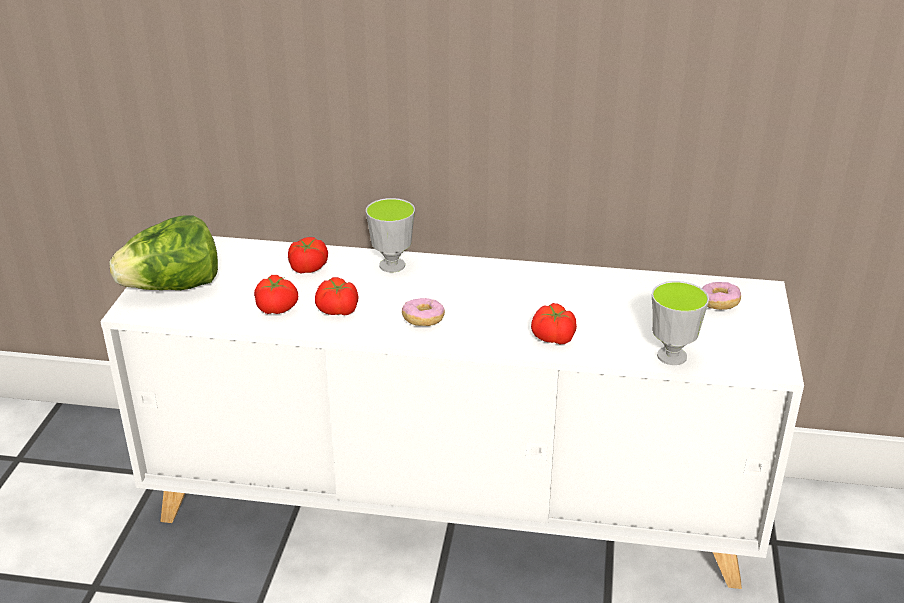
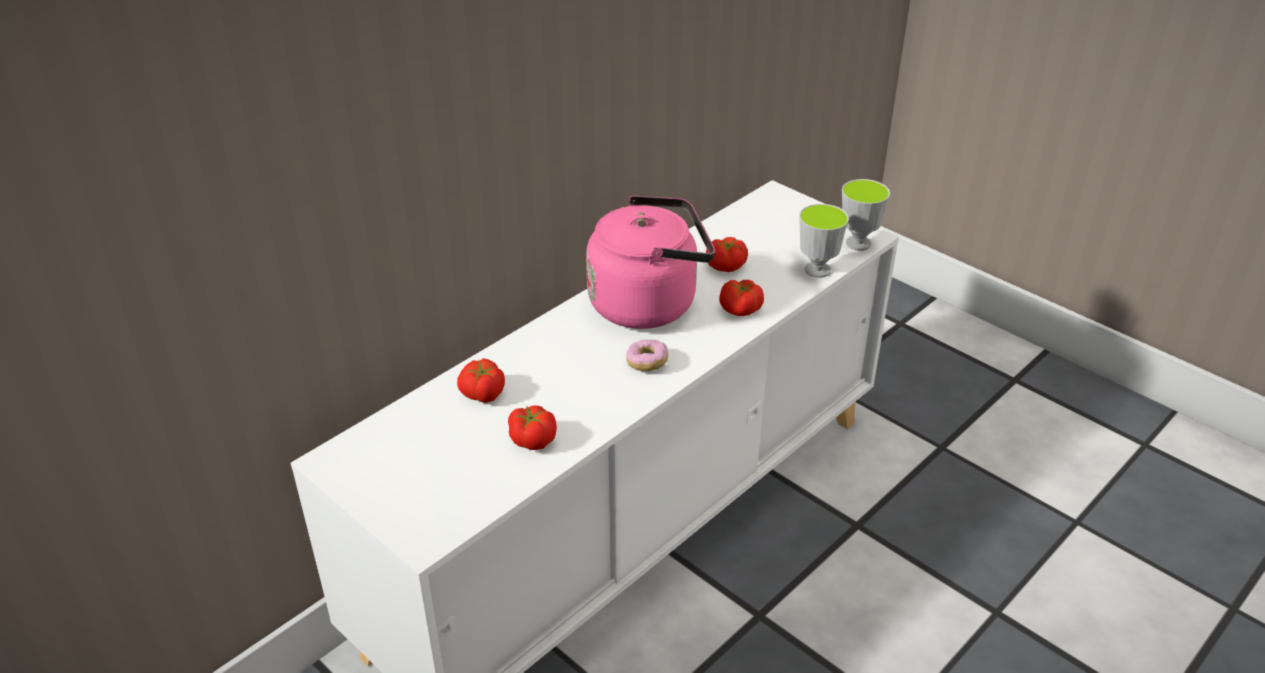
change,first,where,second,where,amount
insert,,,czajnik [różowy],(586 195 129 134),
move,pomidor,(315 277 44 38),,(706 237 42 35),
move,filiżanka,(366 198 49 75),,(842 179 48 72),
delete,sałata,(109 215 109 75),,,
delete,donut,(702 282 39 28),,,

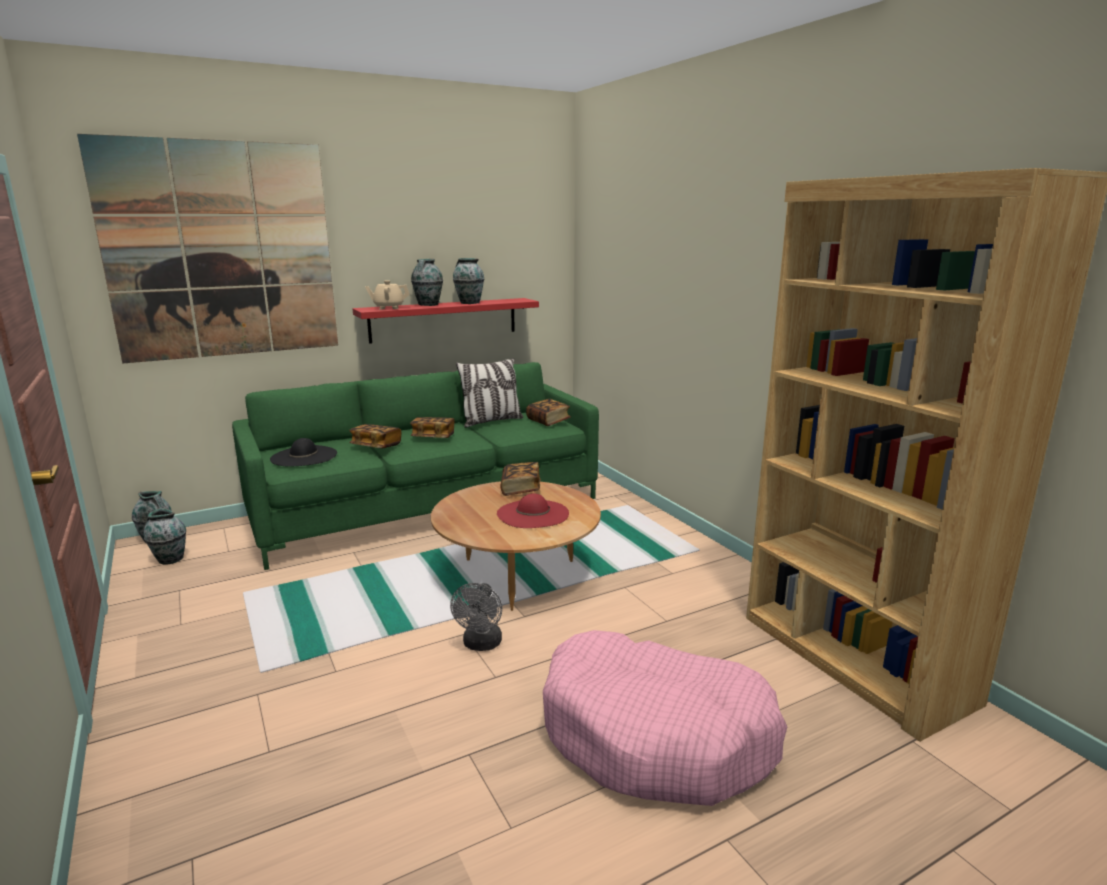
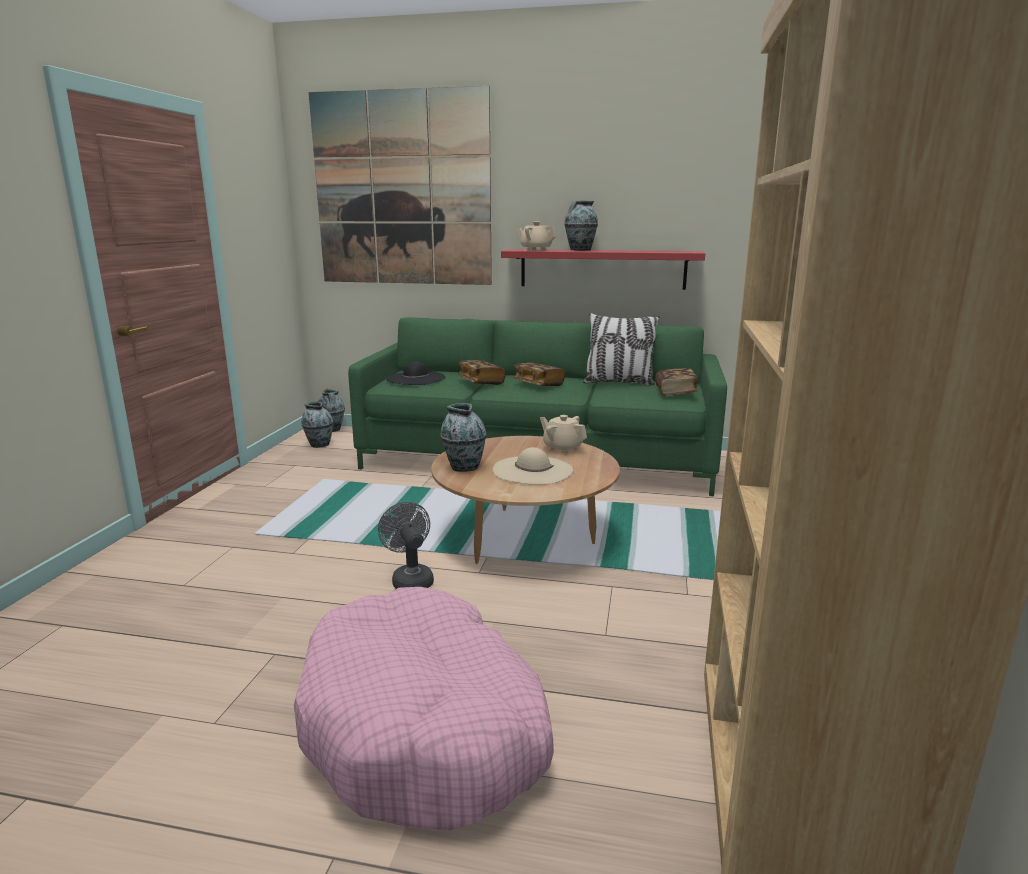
change,first,where,second,where,amount
rotate,wentylator [szary],(450 583 52 68),,(378 501 56 88),105 degrees clockwise
move,wazon,(453 258 31 46),,(440 403 47 69),
recolor,kapelusz [czerwony],(497 493 72 35),kapelusz [beżowy],(493 447 80 38),
replace,książka,(500 462 41 34),imbryk [beżowy],(540 415 47 39),

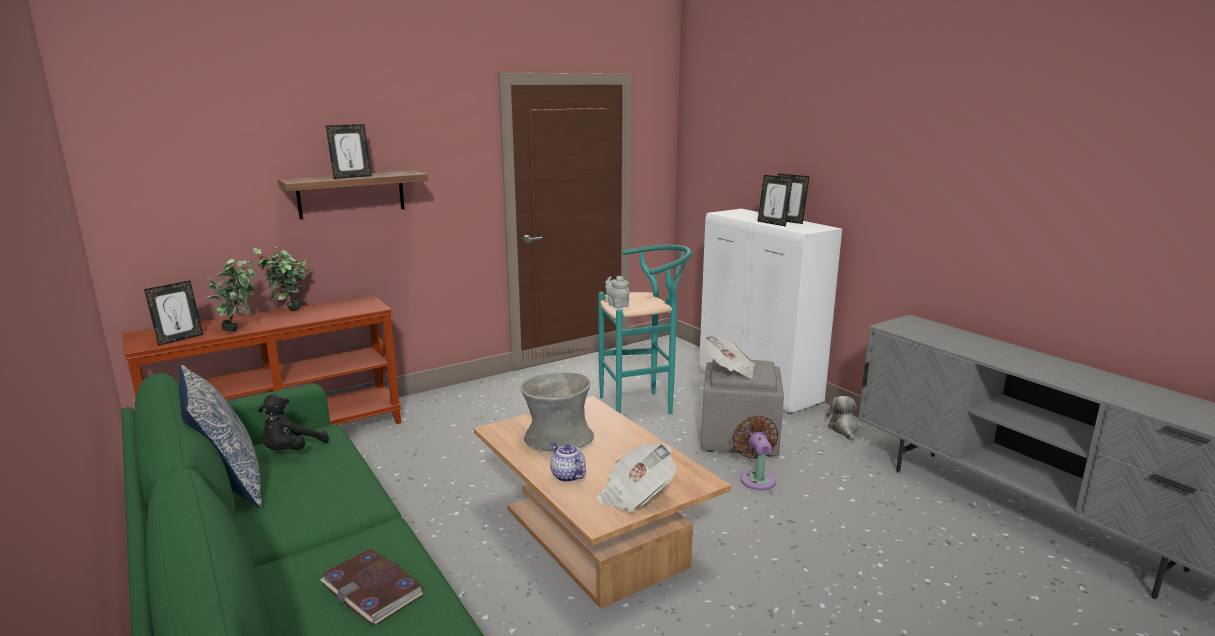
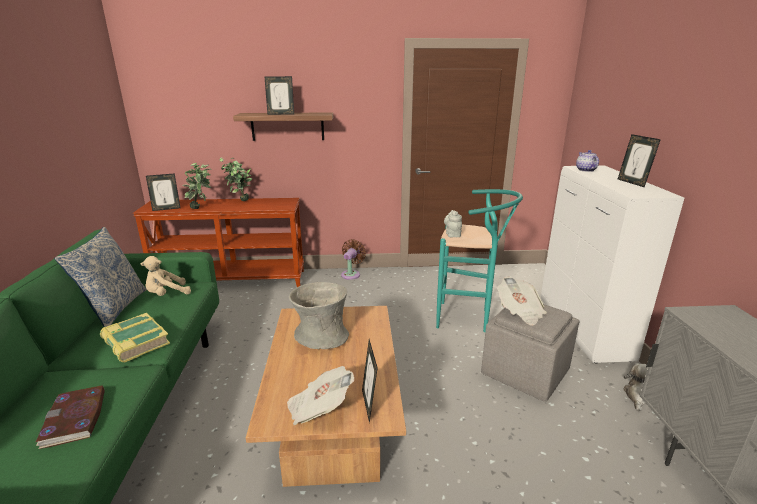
change,first,where,second,where,amount
insert,,,książka,(100 313 70 49),
recolor,pluszak [czarny],(258 394 71 56),pluszak [beżowy],(141 256 50 40),
move,wentylator [brązowy],(733 416 46 74),,(341 239 25 41),
move,ramka na zdjęcie,(757 175 36 51),,(362 340 16 83),
move,imbryk,(550 442 36 40),,(576 150 23 22),

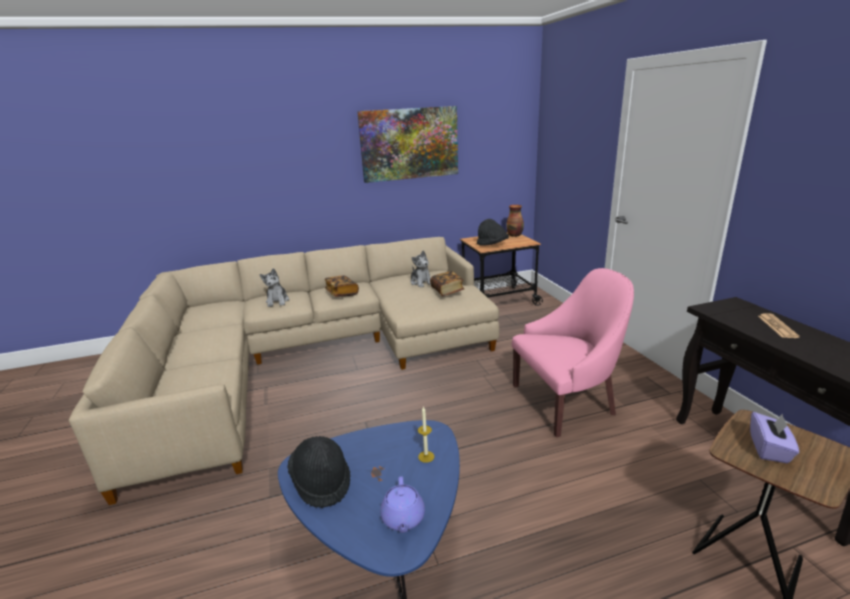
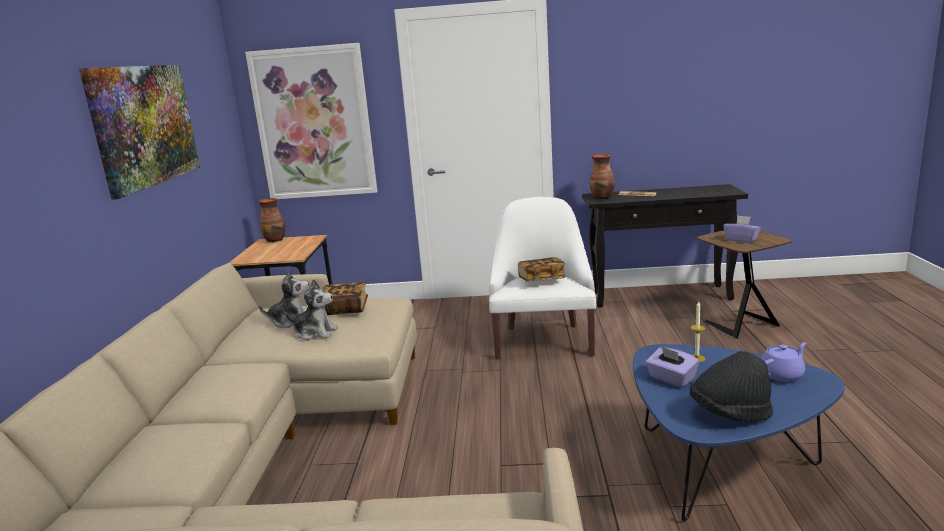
change,first,where,second,where,amount
insert,,,obraz,(245 43 133 156),
move,pluszak,(260 268 29 39),,(285 279 53 61),
recolor,fotel [różowy],(512 268 122 169),fotel [biały],(489 197 107 163),
move,książka,(325 276 34 21),,(518 257 47 24),
insert,,,wazon,(590 154 25 45),
insert,,,pudełko chusteczek [fioletowy],(646 346 53 42),
rotate,imbryk [fioletowy],(380 476 45 57),,(761 342 45 40),45 degrees counterclockwise
delete,kapelusz [czarny],(477 219 32 27),,,

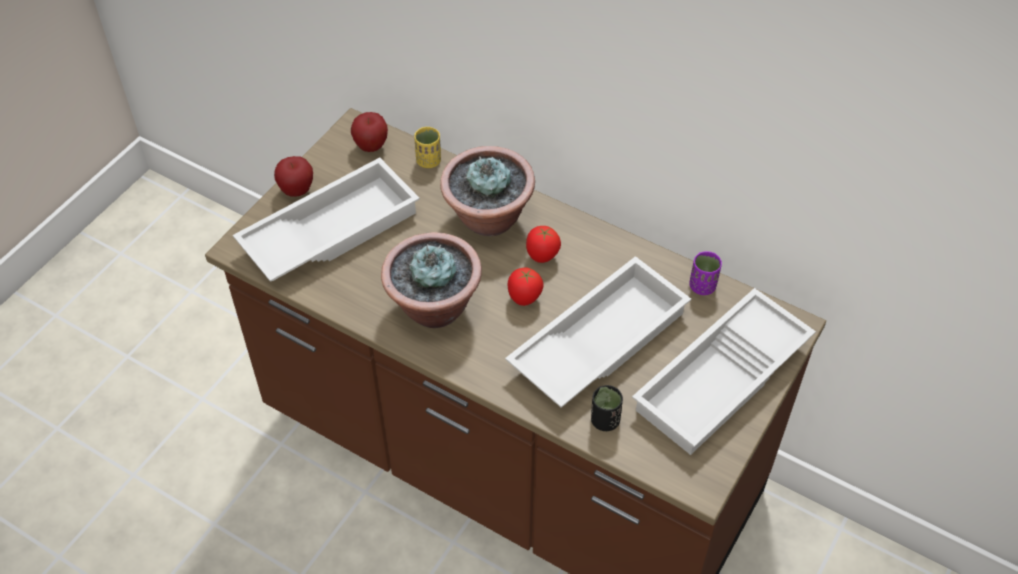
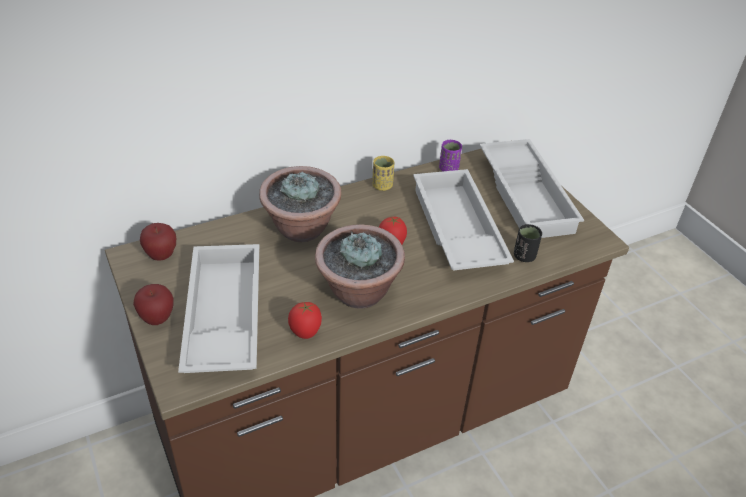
change,first,where,second,where,amount
move,pomidor,(526 226 35 37),,(288 302 34 37),
move,filiżanka [żółty],(414 127 27 41),,(372 156 22 35),

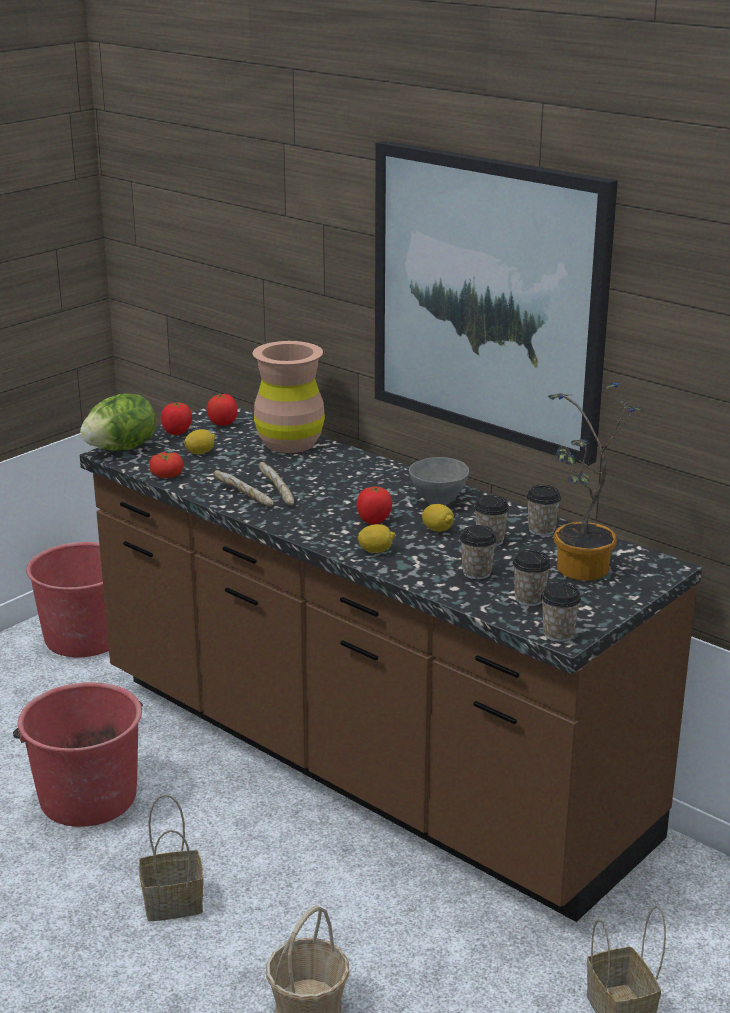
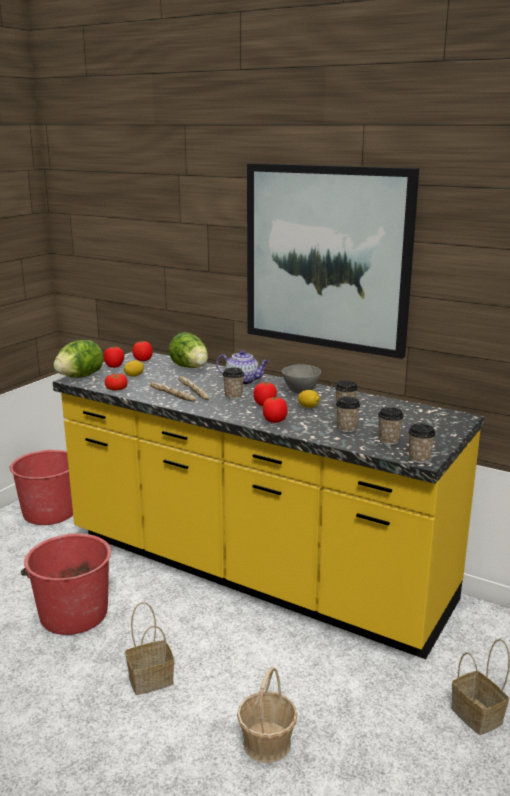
change,first,where,second,where,amount
recolor,zabudowa kuchenna [brązowy],(80 407 622 515),zabudowa kuchenna [żółty],(53 352 431 307),
replace,wazon [brązowy],(252 341 73 112),sałata,(169 332 39 36),
insert,,,imbryk,(216 350 53 35),
move,filiżanka,(526 485 35 51),,(223 368 21 31),
replace,cytryna,(358 524 37 29),pomidor,(263 396 24 27),
delete,roślina doniczkowa,(548 383 97 198),,,

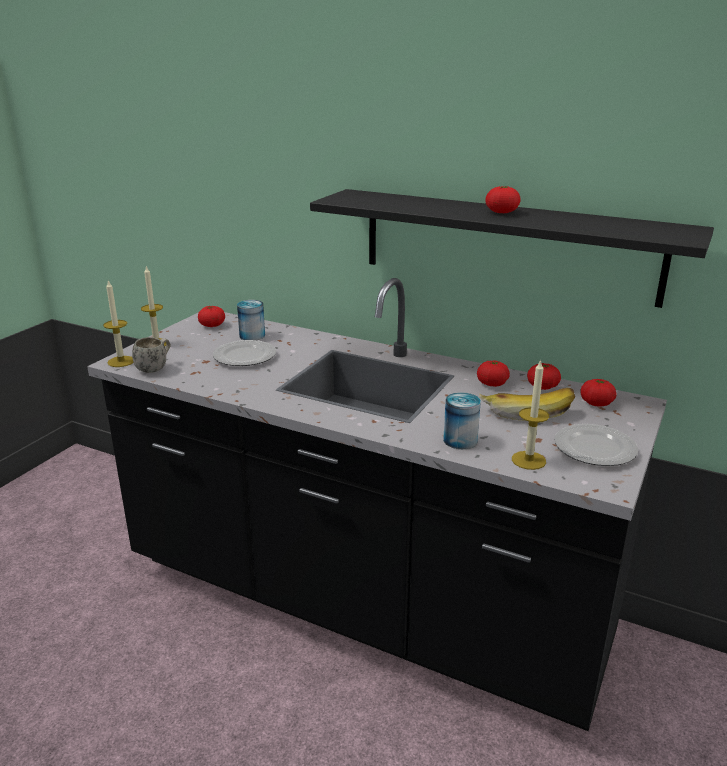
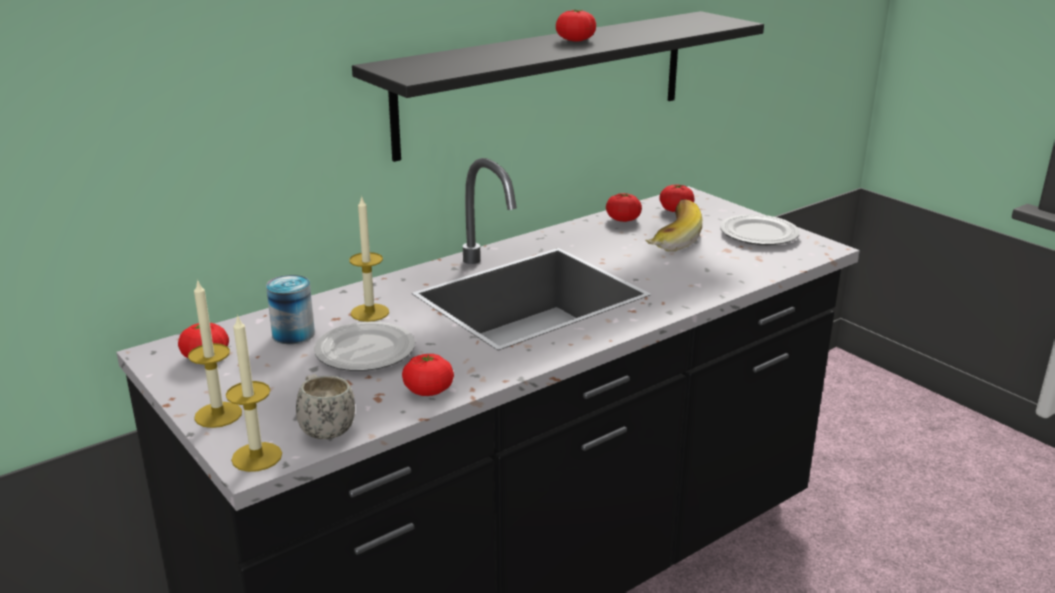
change,first,where,second,where,amount
move,świeca,(512 359 37 111),,(349 195 40 127),
move,pomidor,(477 360 33 27),,(402 354 52 42),
delete,puszka,(443 392 38 57),,,

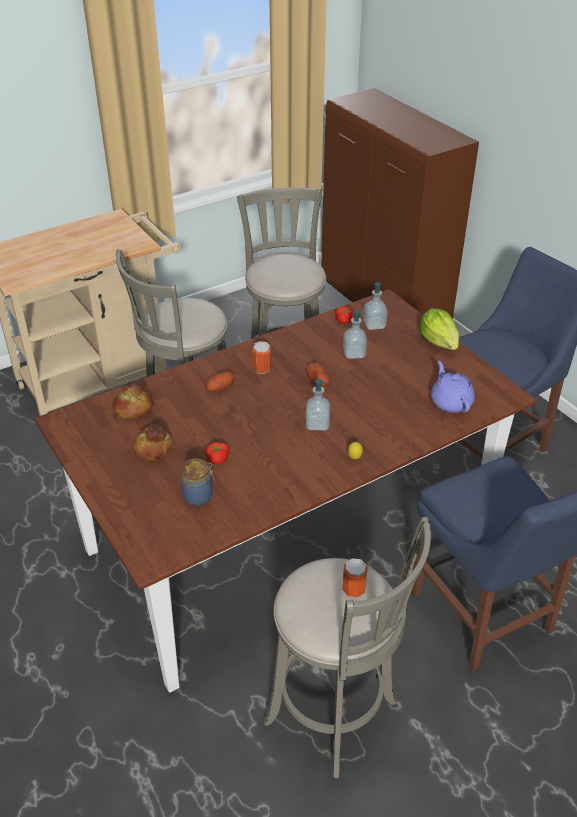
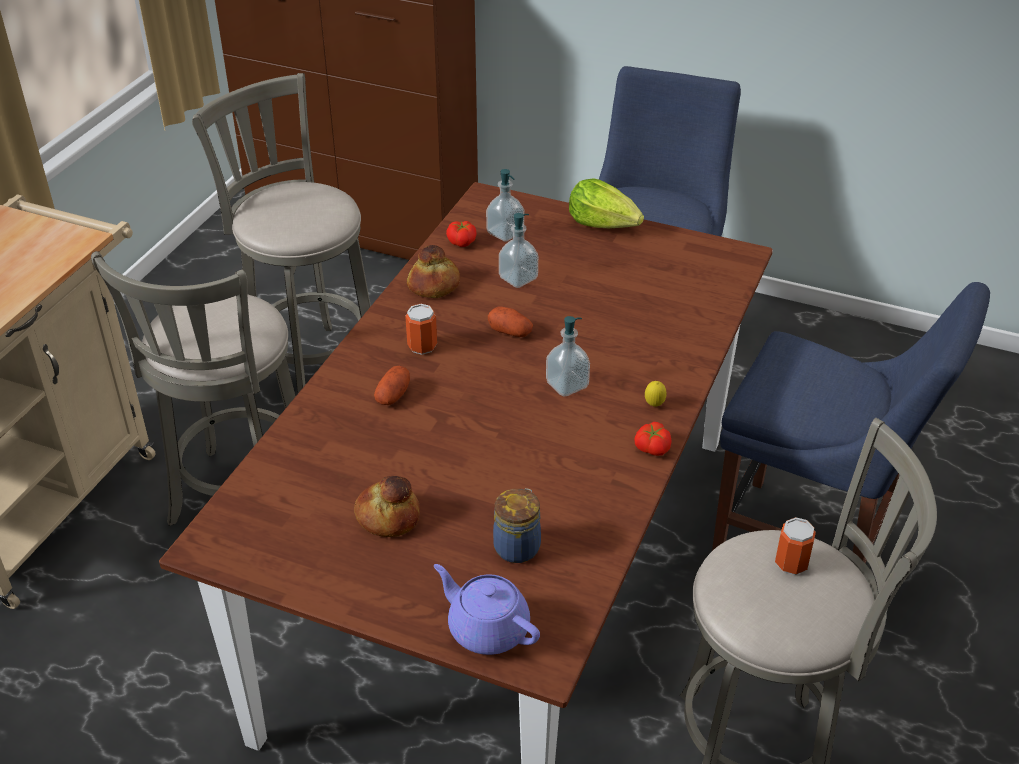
change,first,where,second,where,amount
move,chleb,(112 381 41 38),,(407 245 53 53),
move,imbryk [fioletowy],(431 361 44 52),,(434 564 106 91),
move,pomidor,(205 442 25 22),,(634 422 38 34),

